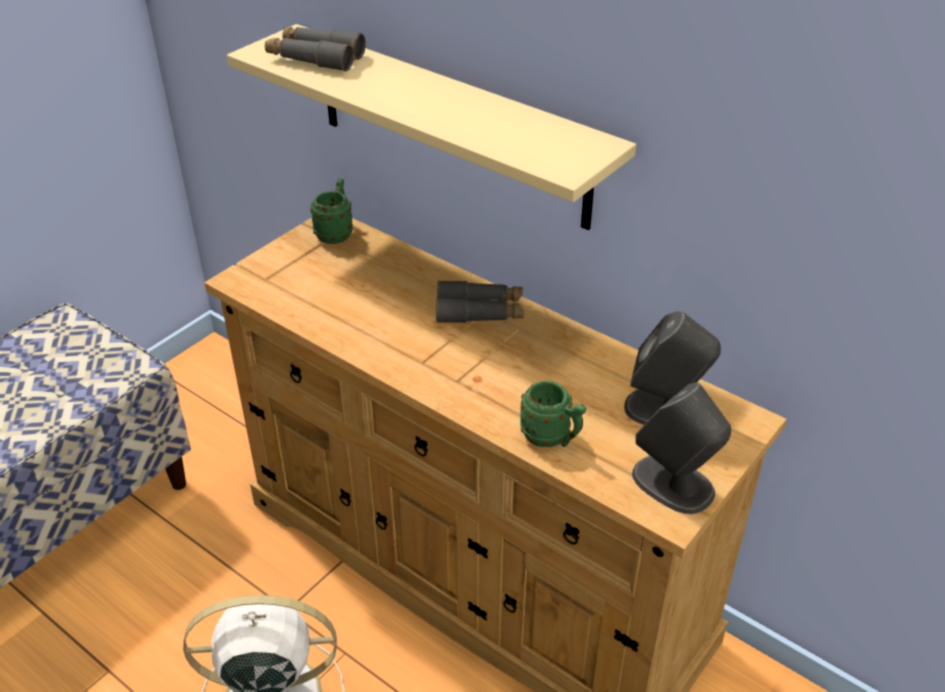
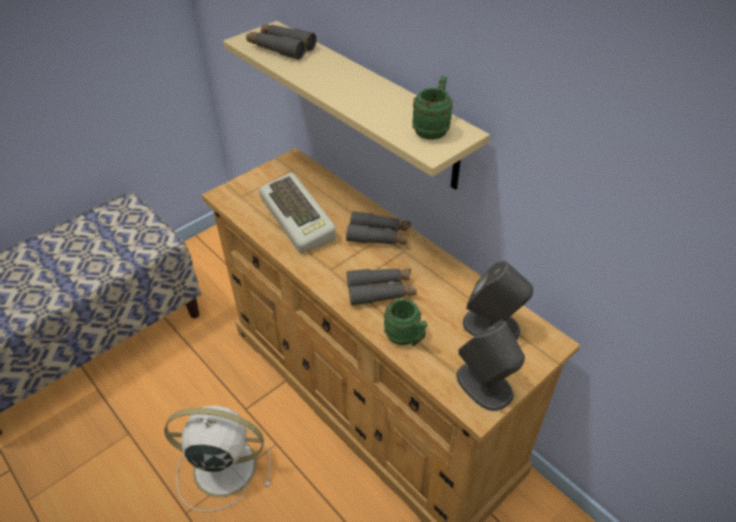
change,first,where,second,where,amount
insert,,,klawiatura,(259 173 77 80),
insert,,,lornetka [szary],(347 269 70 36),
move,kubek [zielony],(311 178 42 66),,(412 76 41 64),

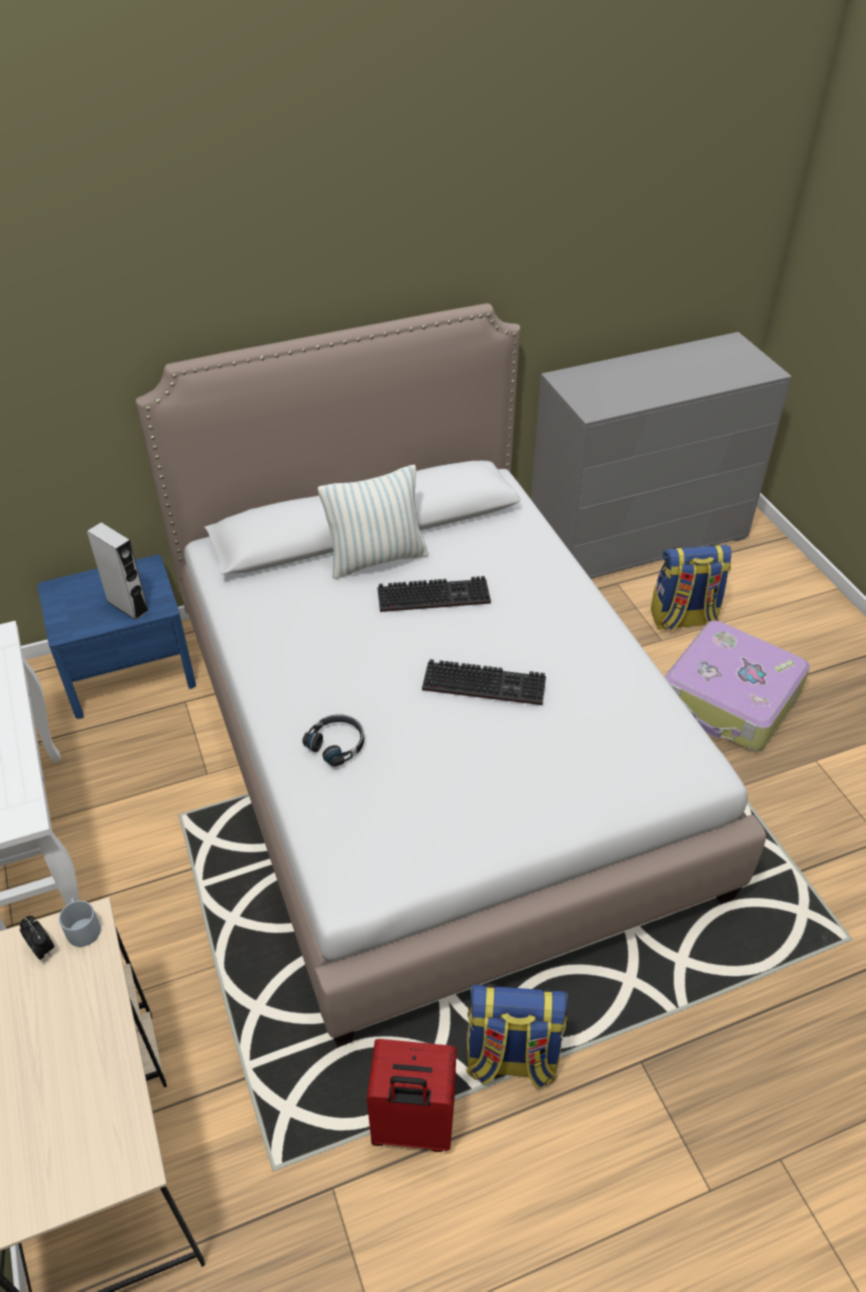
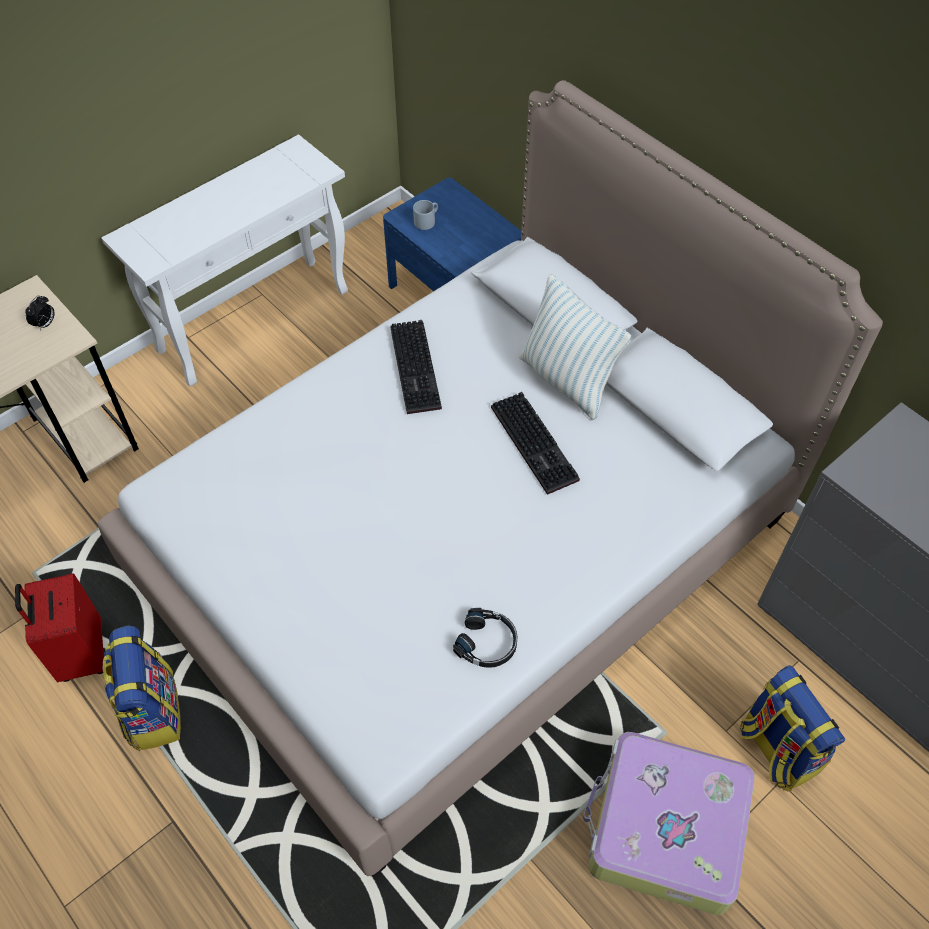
change,first,where,second,where,amount
move,klawiatura,(422 659 124 46),,(390 320 52 94),
move,kubek [szary],(59 897 42 50),,(413 200 25 30),
move,słuchawki [czarny],(302 714 62 53),,(453 608 64 60),
delete,głośnik [szary],(87 522 62 98),,,

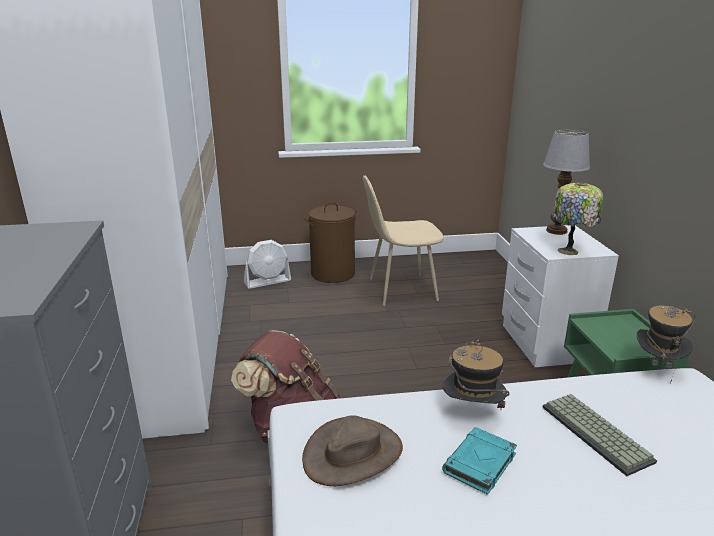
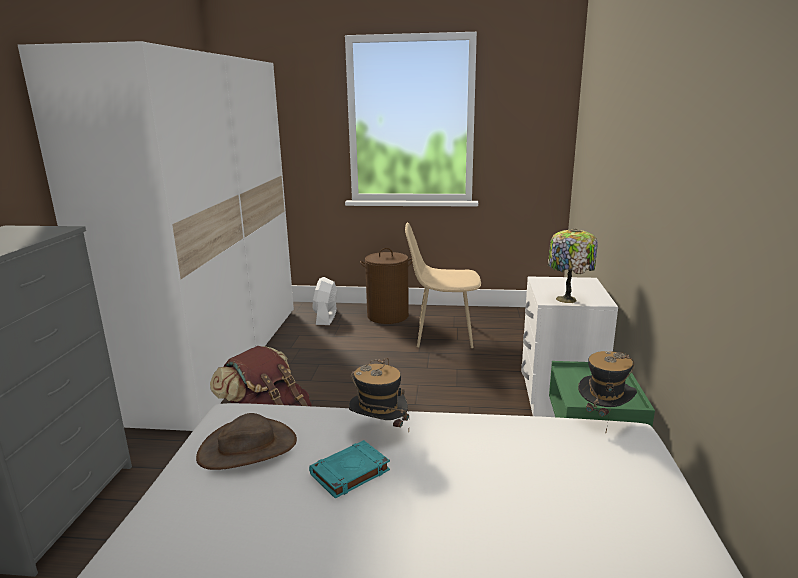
change,first,where,second,where,amount
rotate,wentylator [biały],(244 240 47 49),,(312 277 26 48),105 degrees clockwise
delete,klawiatura,(542 394 115 82),,,
delete,lampa stołowa,(543 129 47 106),,,

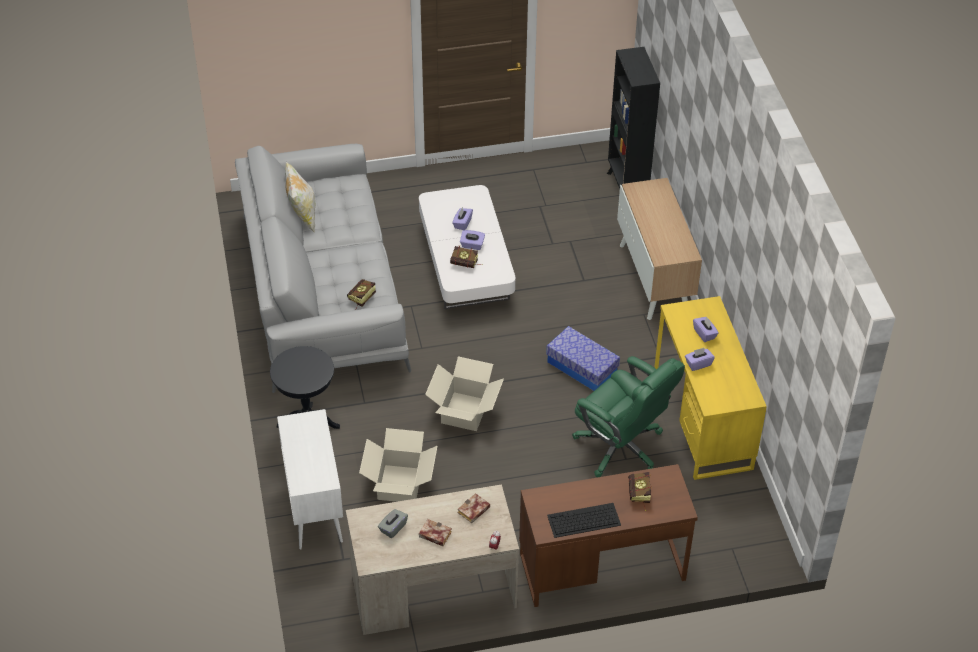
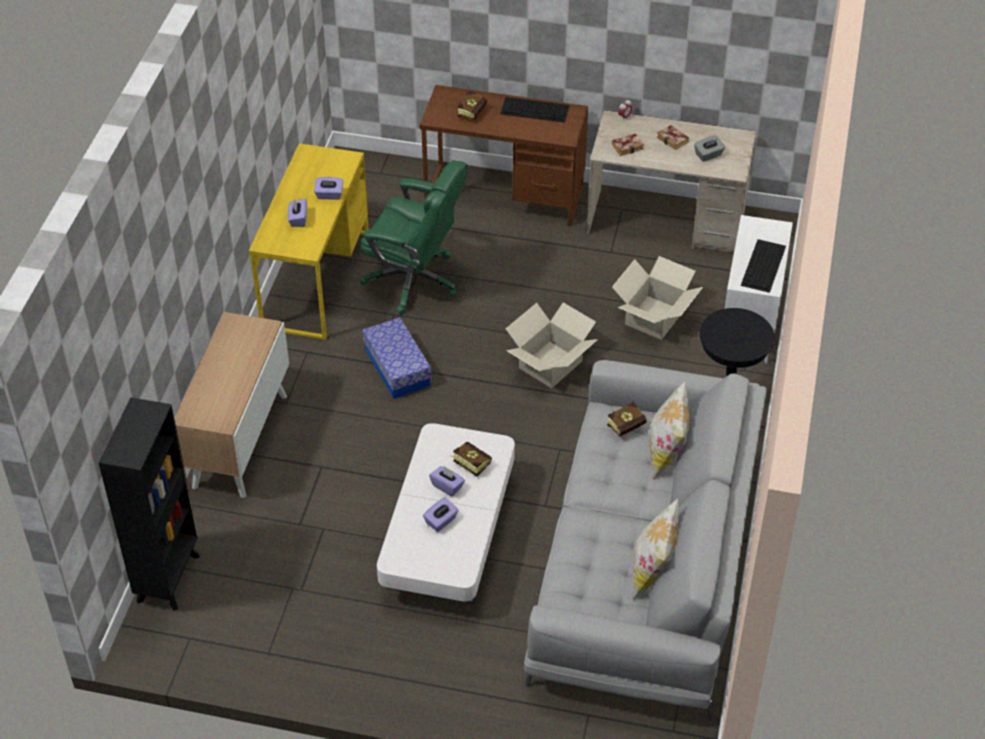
change,first,where,second,where,amount
rotate,krzesło biurowe [zielony],(572 356 113 121),,(360 160 107 154),135 degrees clockwise
insert,,,poduszka,(649 381 41 99),
insert,,,klawiatura,(741 239 45 54),

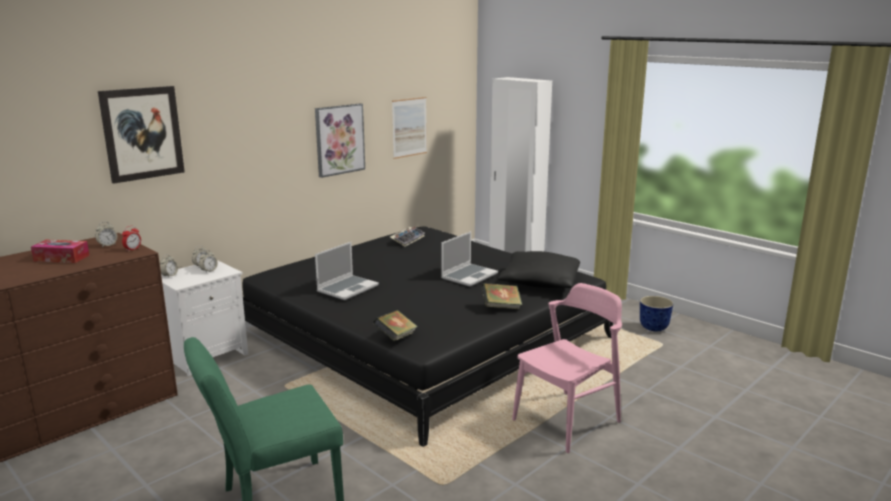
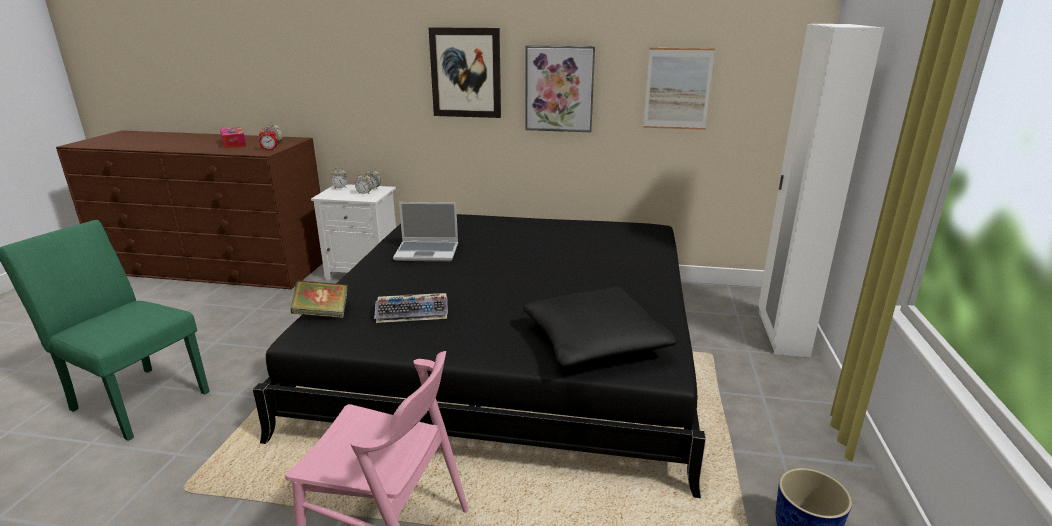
change,first,where,second,where,amount
move,klawiatura,(390 226 35 21),,(374 293 74 30),
move,obraz,(98 86 87 98),,(429 27 72 91),
delete,laptop,(441 231 57 56),,,
delete,książka,(481 283 41 27),,,

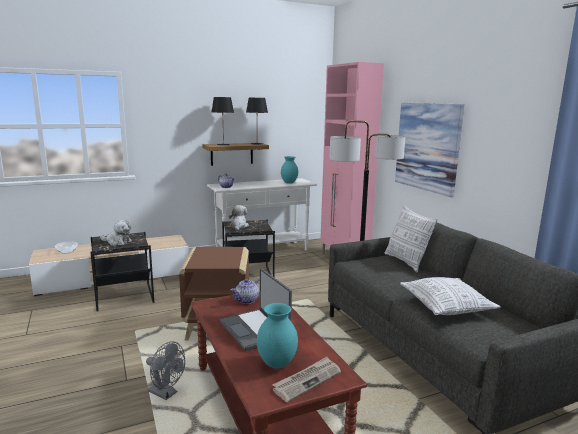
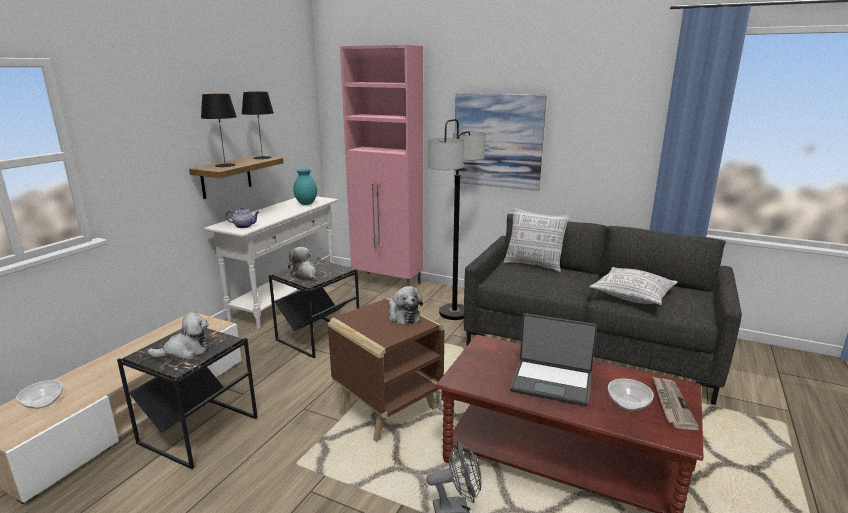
change,first,where,second,where,amount
insert,,,pluszak,(389 286 34 39),
replace,wazon [turkusowy],(257 303 41 66),miska,(608 378 46 33),
delete,imbryk,(231 279 29 25),,,

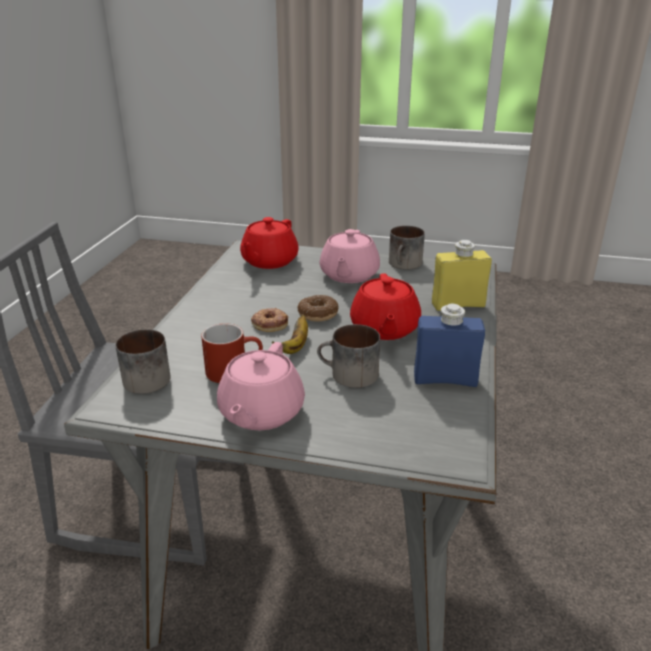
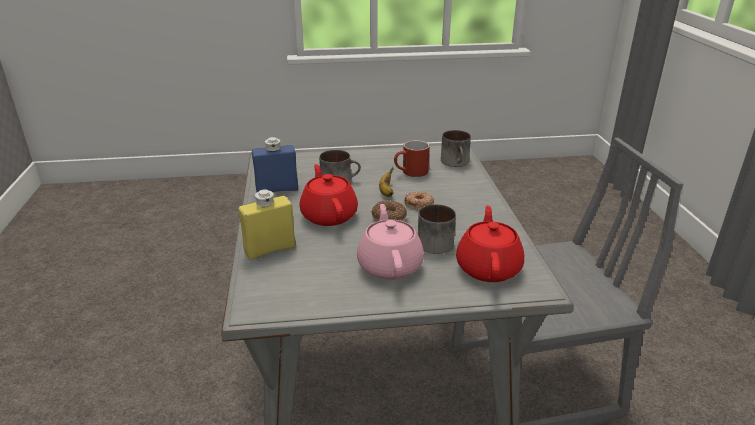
change,first,where,second,where,amount
move,kubek,(389 226 36 44),,(418 204 38 50),
delete,imbryk [różowy],(217 342 88 88),,,

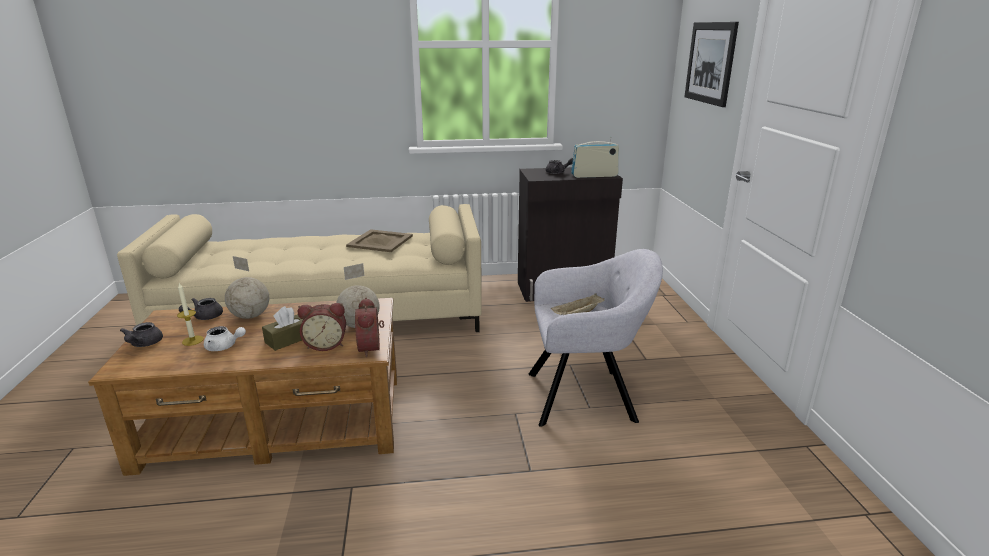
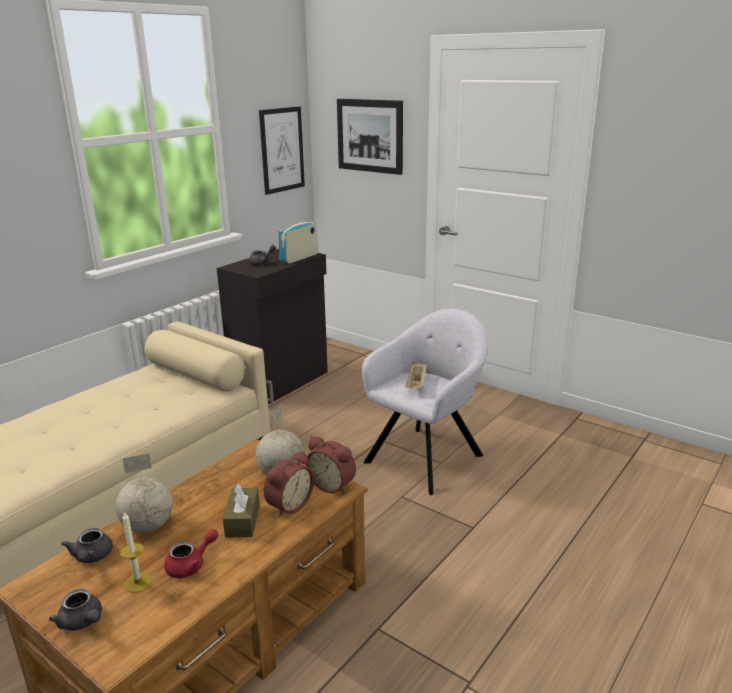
change,first,where,second,where,amount
recolor,imbryk [biały],(204 326 42 25),imbryk [czerwony],(164 529 55 49),
insert,,,obraz,(259 106 46 89),
delete,taca [beżowy],(346 229 67 23),,,

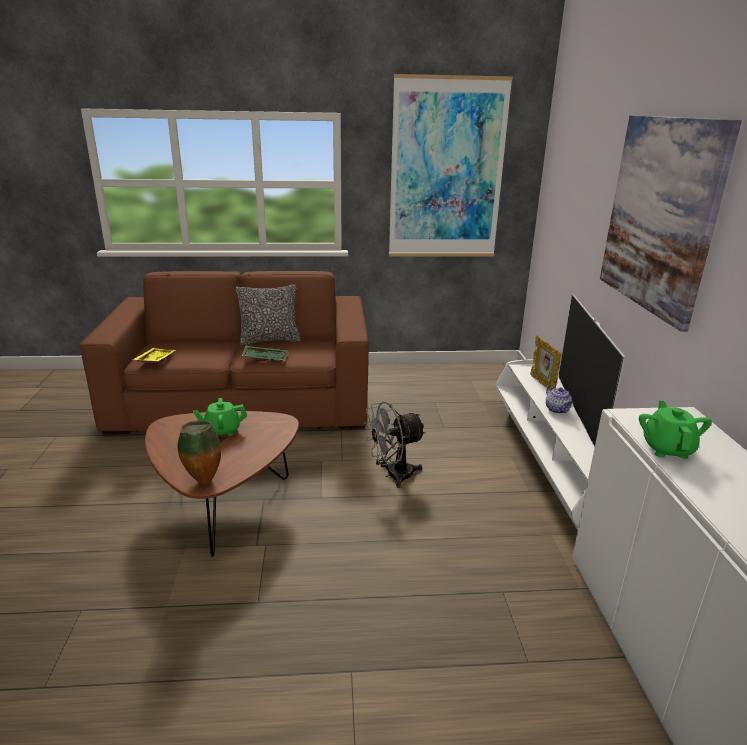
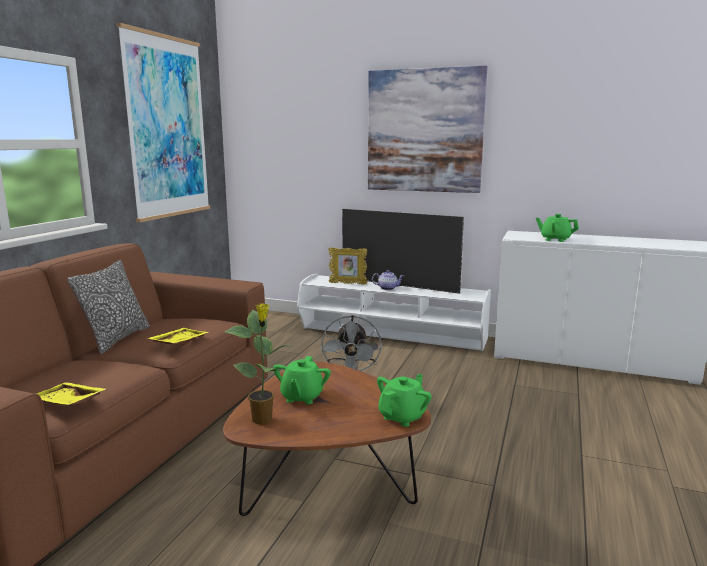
change,first,where,second,where,amount
recolor,taca [zielony],(242 346 46 16),taca [żółty],(148 328 61 18),
insert,,,roślina doniczkowa,(224 304 66 120),
replace,wazon,(177 420 44 64),imbryk [zielony],(377 374 55 53),

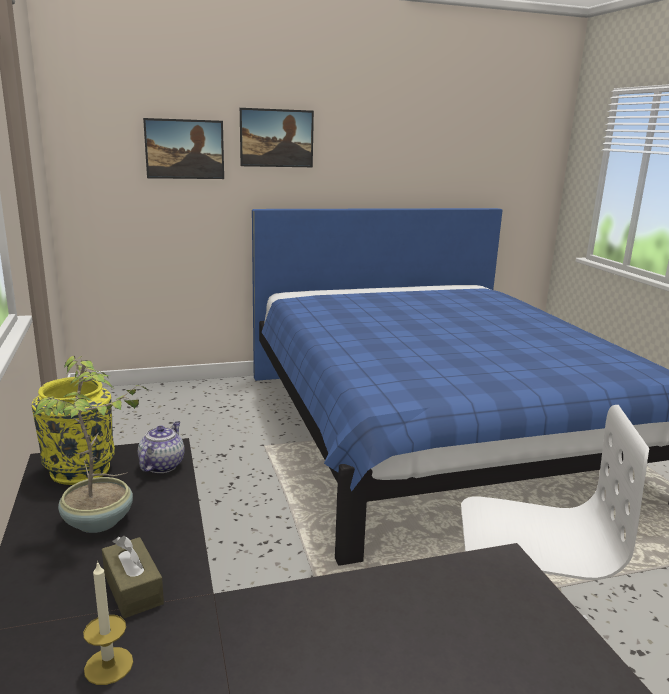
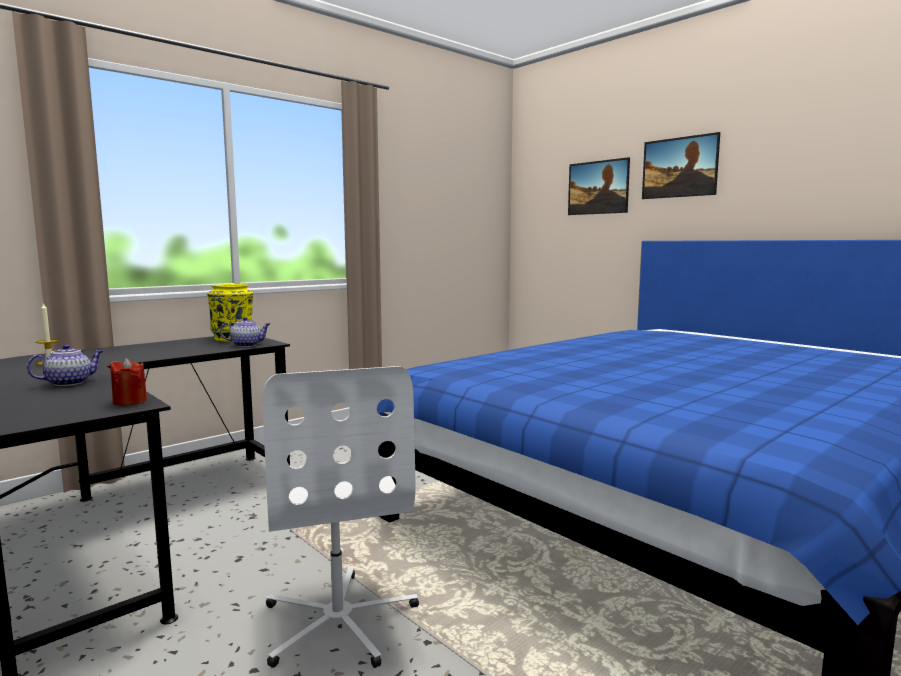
change,first,where,second,where,amount
insert,,,imbryk,(26 344 77 42),
insert,,,świeca [czerwony],(109 358 38 48),
delete,roślina doniczkowa,(33 356 114 177),,,
delete,pudełko chusteczek [brązowy],(102 536 62 82),,,

